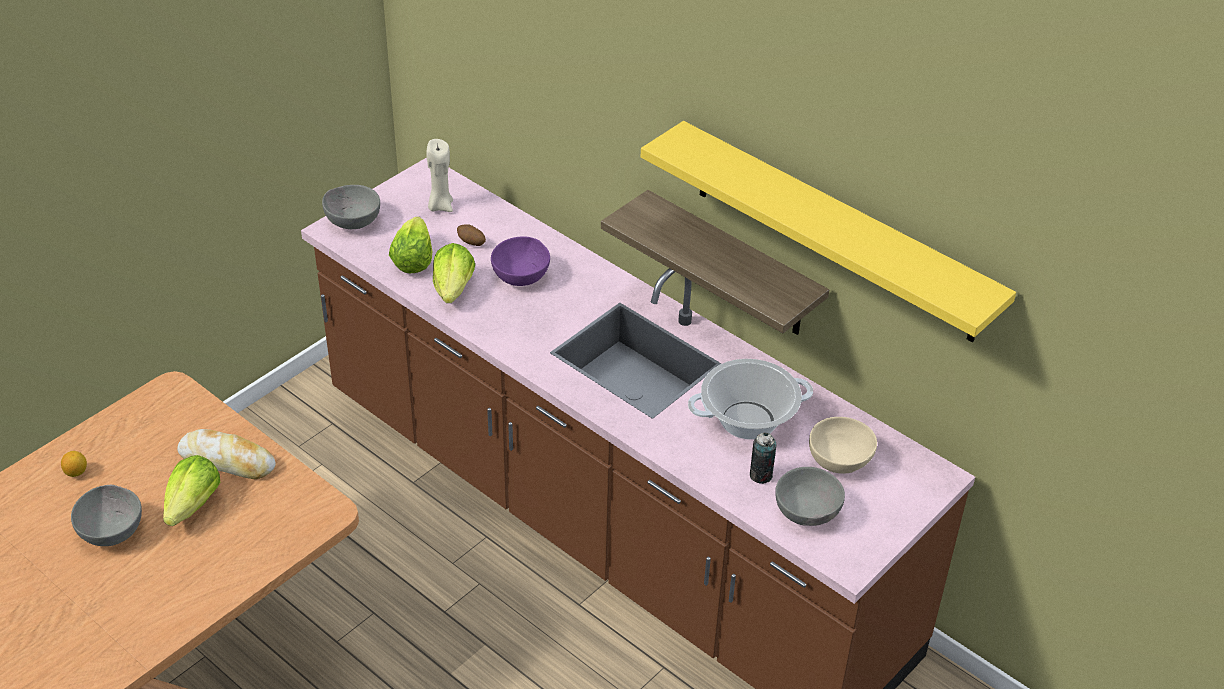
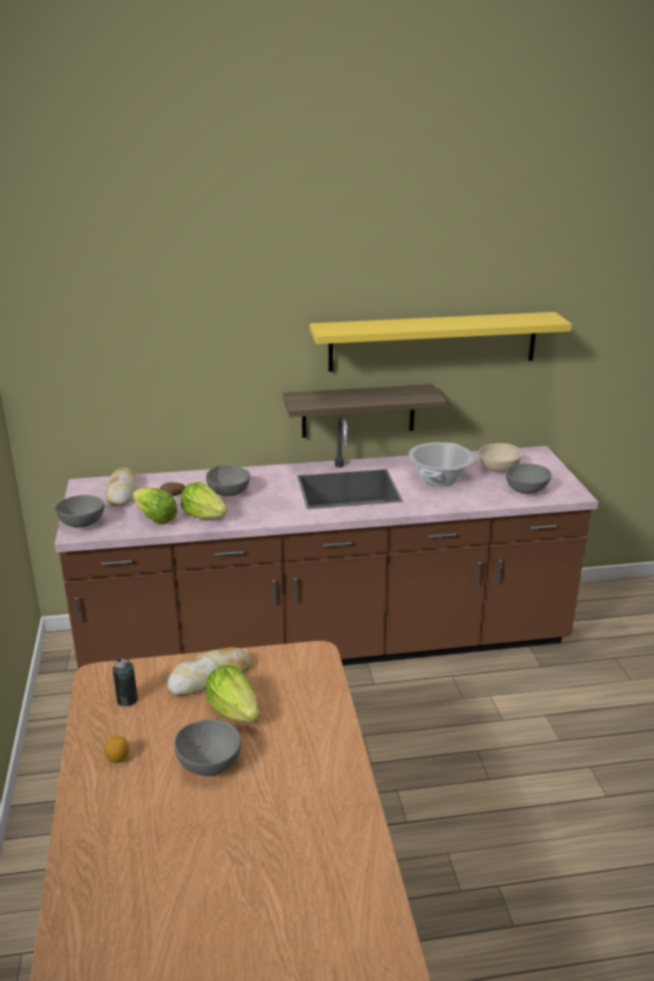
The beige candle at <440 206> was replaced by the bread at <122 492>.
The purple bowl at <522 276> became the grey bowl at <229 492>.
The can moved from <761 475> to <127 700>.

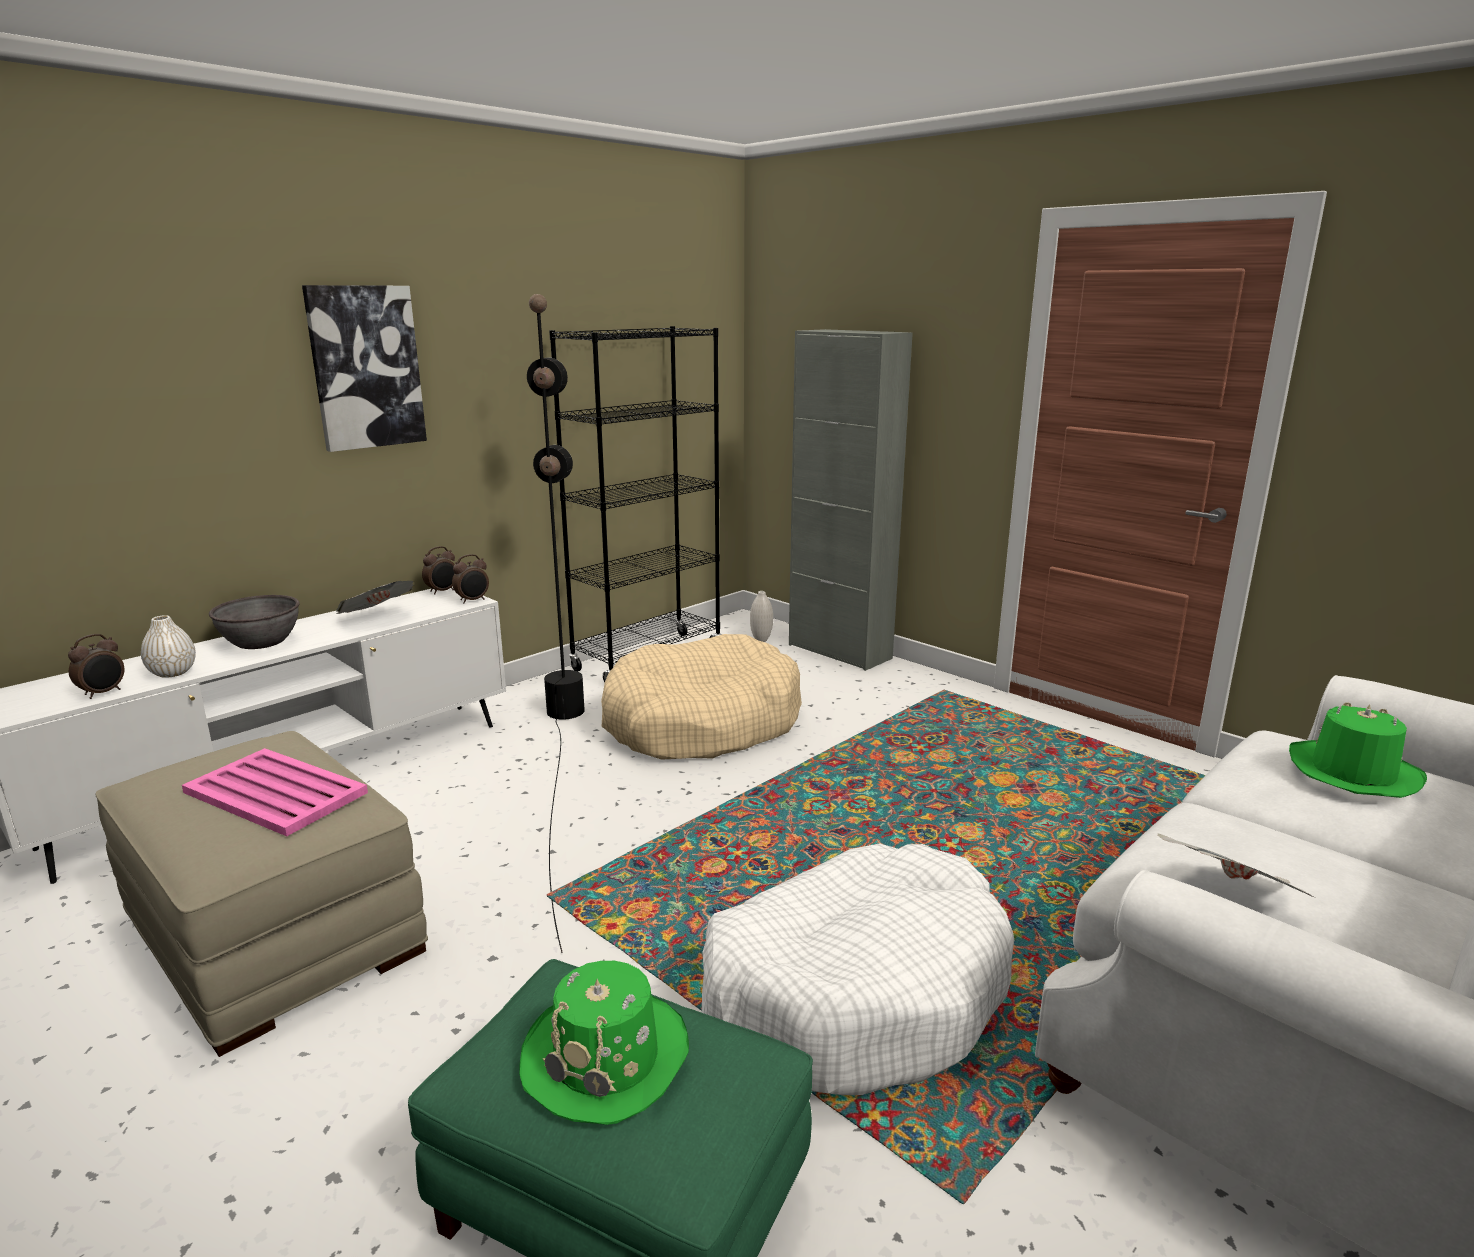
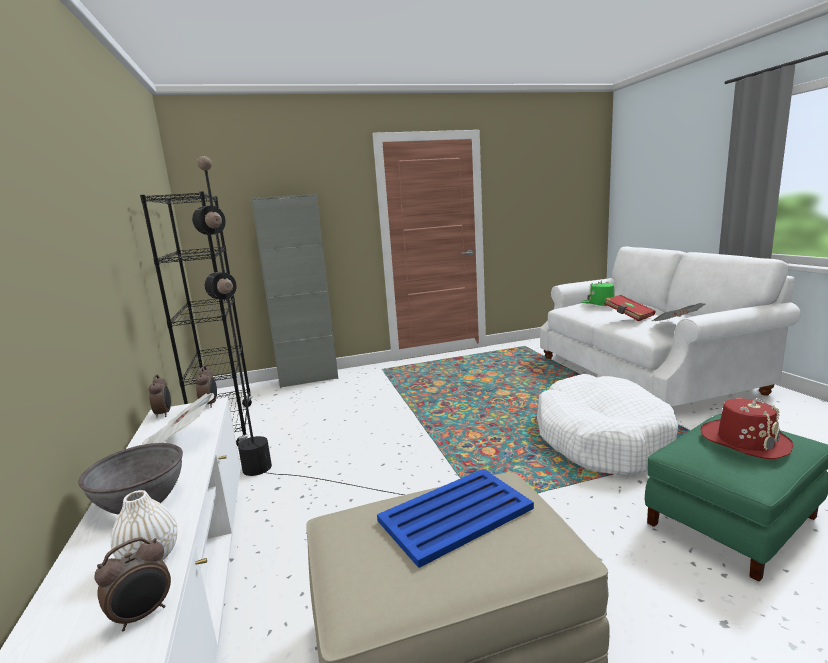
The alarm clock at <103 693> turned 75 degrees clockwise.
The pink tray at <275 792> became the blue tray at <454 515>.
The picture at <365 367> disappeared.
The green hat at <607 1057> became the red hat at <744 440>.
The beige dog bed at <701 723> disappeared.
The white vase at <761 640> disappeared.
The red book at <628 316> appeared.

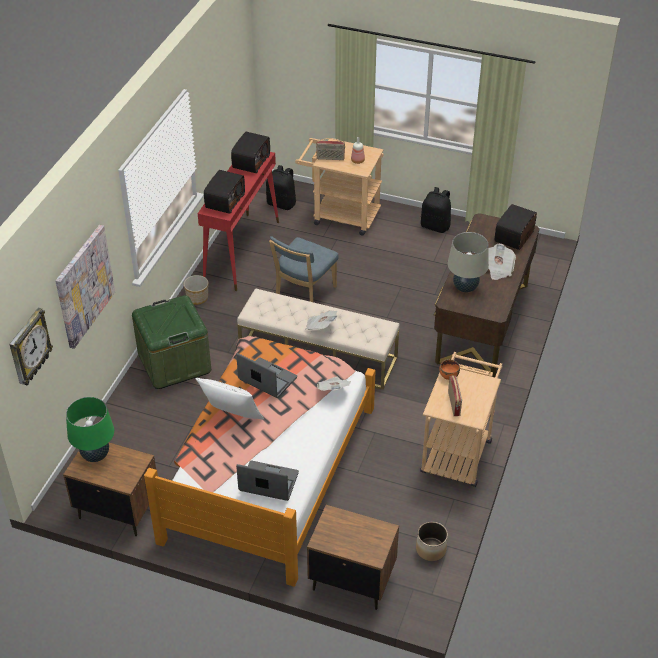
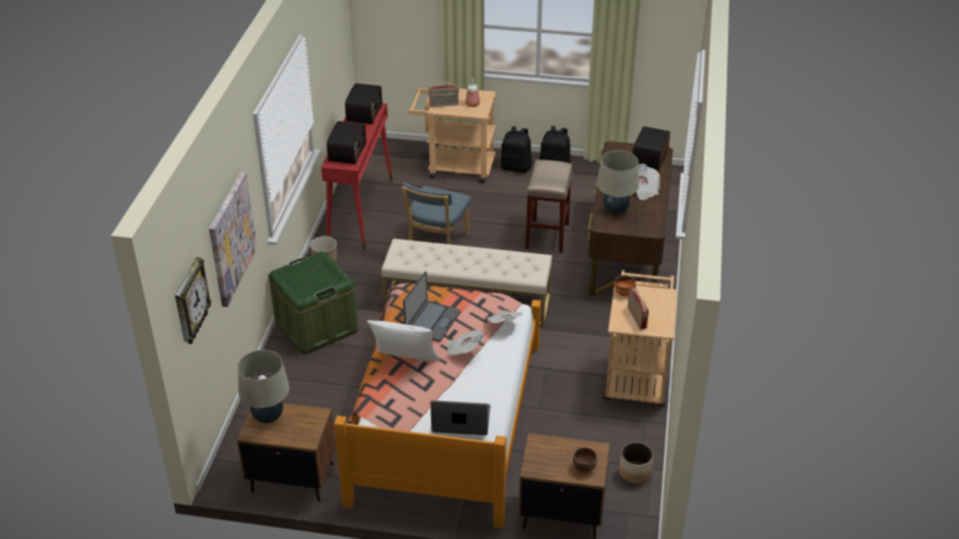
The green table lamp at <95 455> became the beige table lamp at <268 416>.
The laptop at <267 379> turned 90 degrees clockwise.
The black backpack moved from <282 203> to <516 167>.
The newspaper moved from <320 326> to <464 350>.
The beige stool at <547 235> appeared.
The brown bowl at <584 467> appeared.

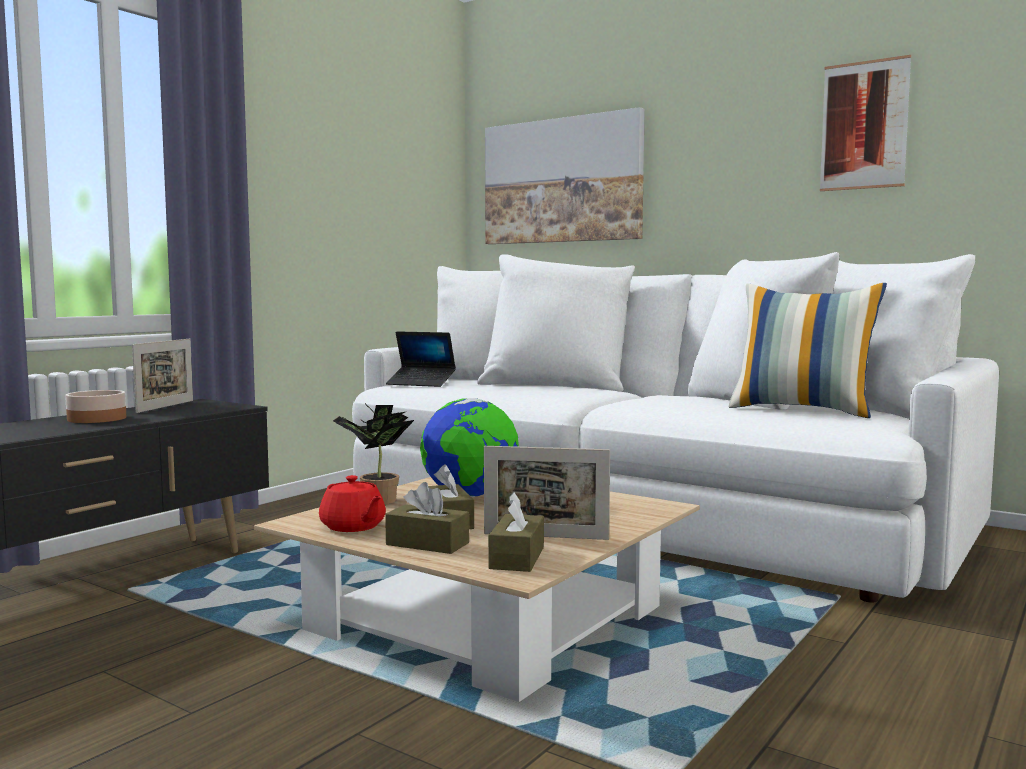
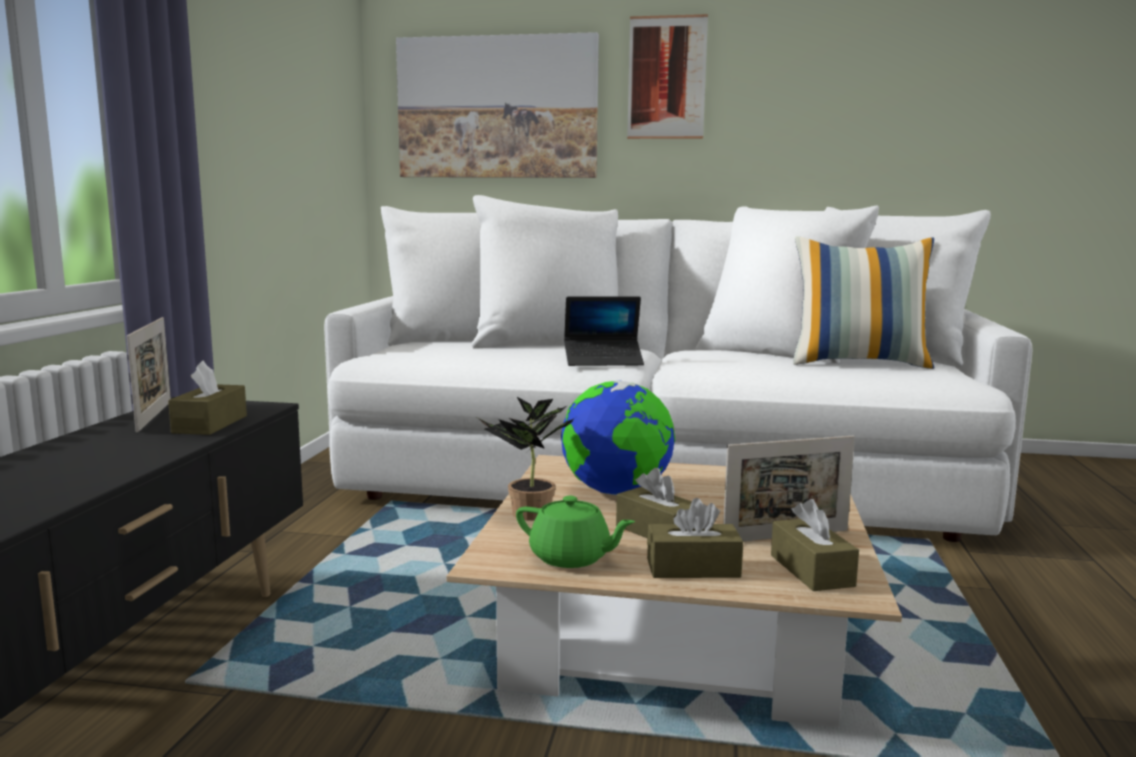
The bowl at <96 419> disappeared.
The red teapot at <353 527> became the green teapot at <571 558>.
The laptop moved from <421 383> to <603 361>.
The picture moved from <864 125> to <666 78>.
The brown tissue box at <210 424> appeared.

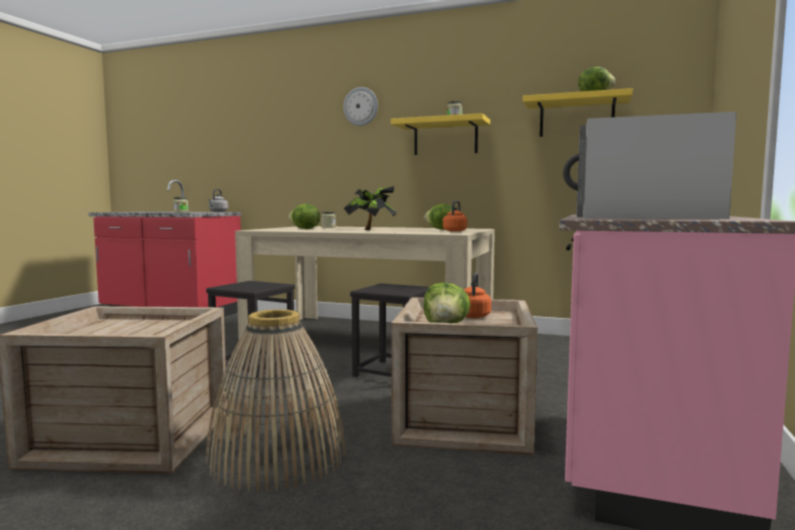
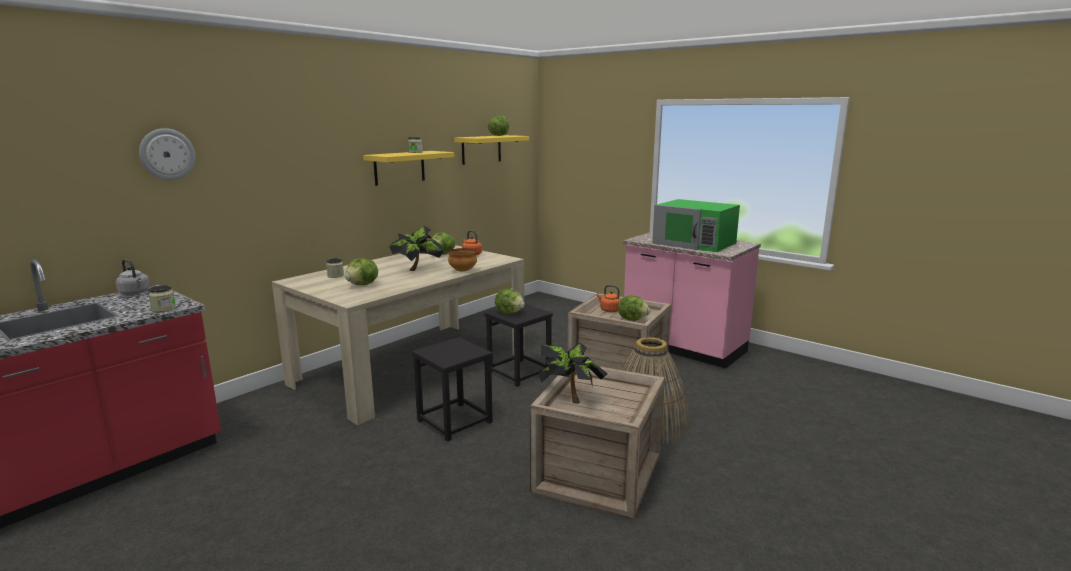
The wall clock moved from <361 106> to <167 154>.
The white microwave at <641 216> became the green microwave at <695 243>.
The bowl at <462 271> appeared.
The lettuce at <510 313> appeared.
The potted plant at <570 398> appeared.

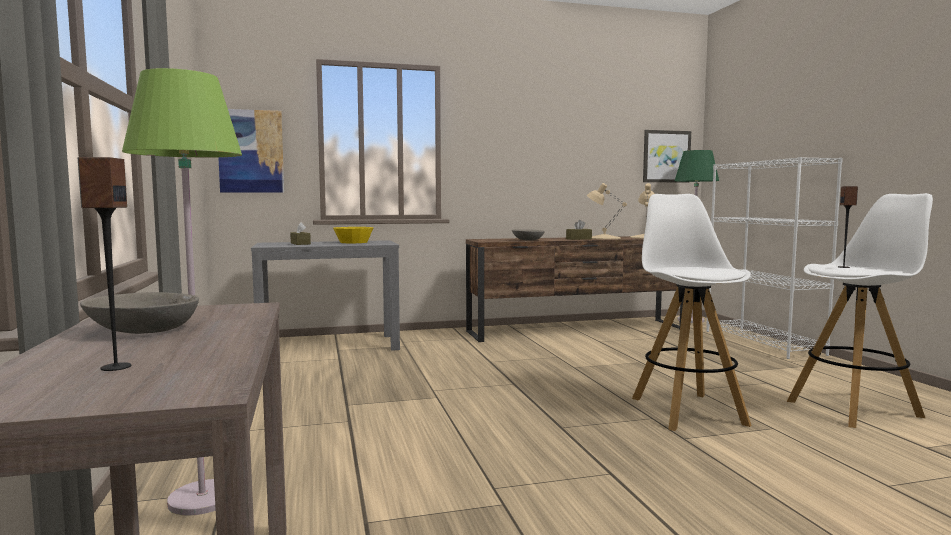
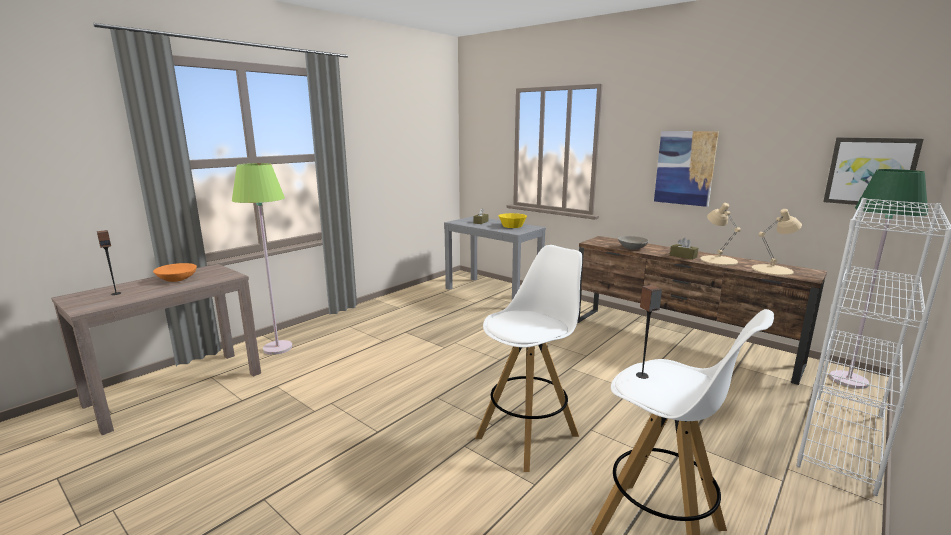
The grey bowl at <143 329> became the orange bowl at <177 279>.
The picture moved from <251 151> to <685 168>.

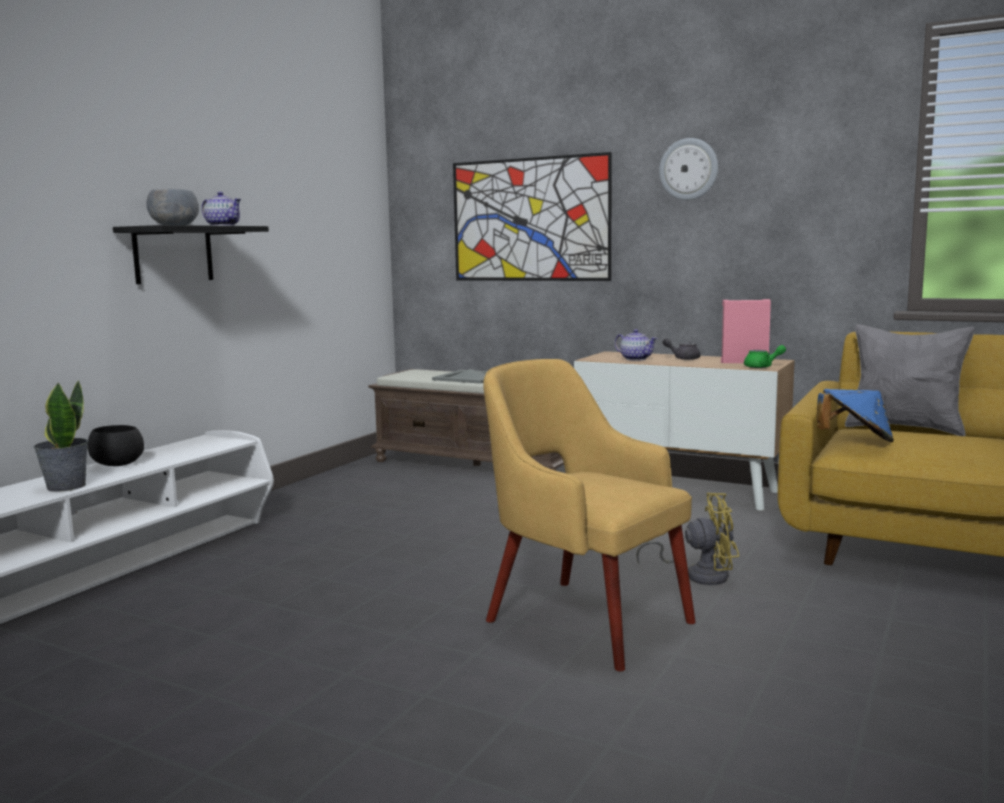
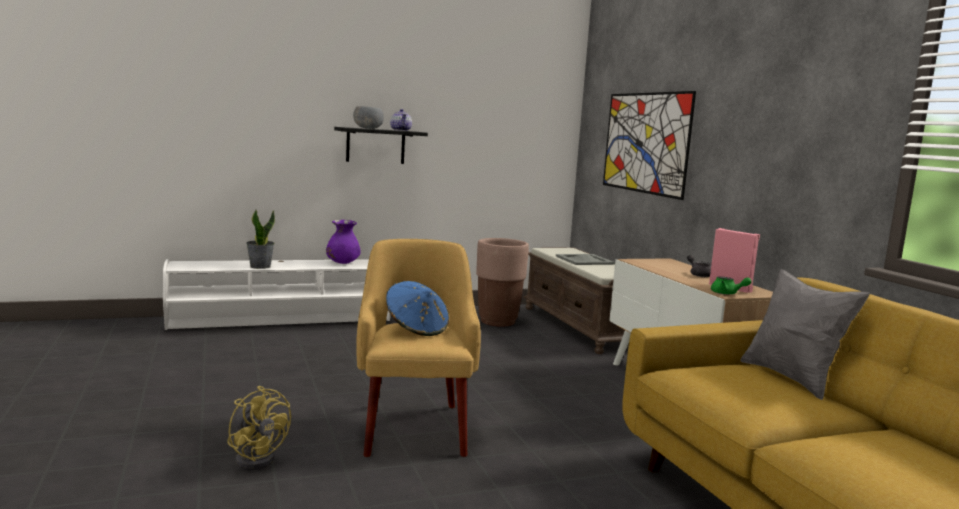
The black bowl at <118 464> disappeared.
The teapot at <635 359> disappeared.
The yellow fan moved from <699 575> to <257 458>.
The wall clock at <688 169> disappeared.
The blue hat moved from <855 441> to <416 329>.
The purple vase at <342 263> appeared.
The brown planter at <497 321> appeared.

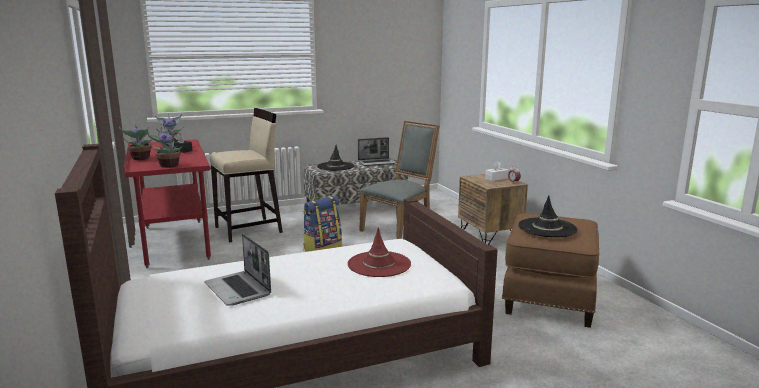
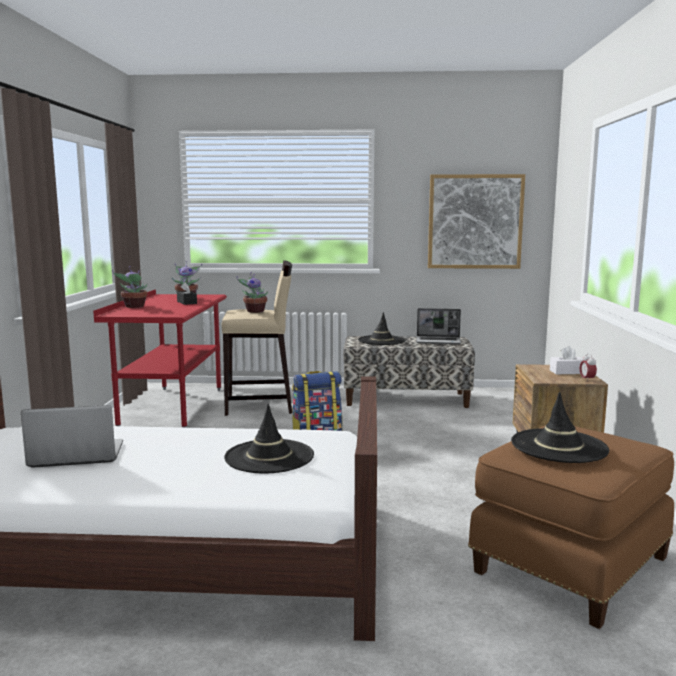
The potted plant moved from <168 165> to <254 311>.
The laptop at <239 289> turned 90 degrees clockwise.
The red hat at <379 264> became the black hat at <269 456>.
The grey chair at <399 229> disappeared.
The picture at <475 222> appeared.

